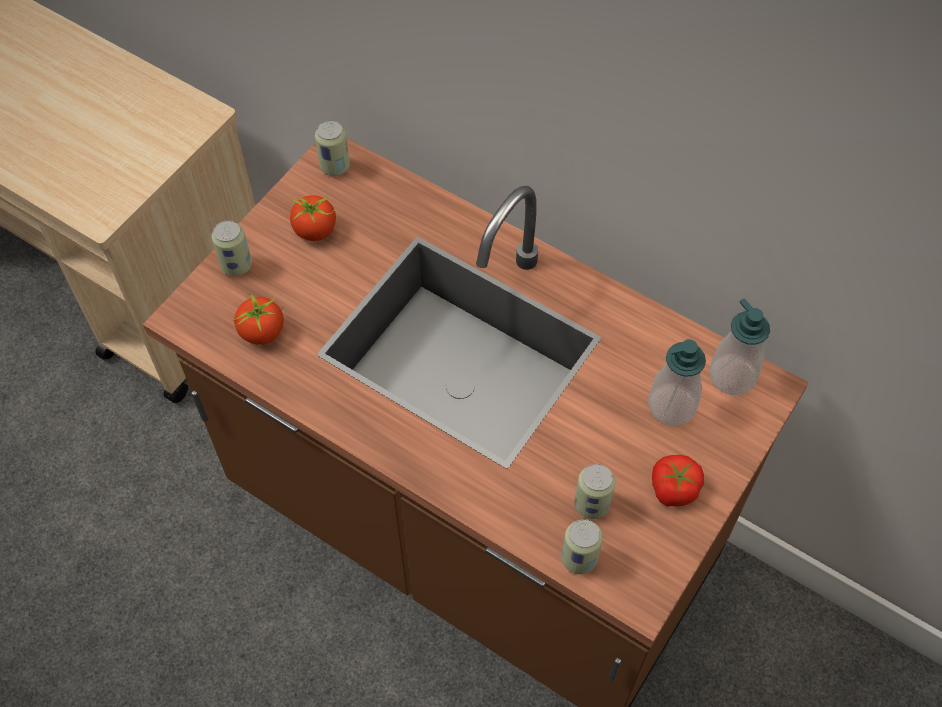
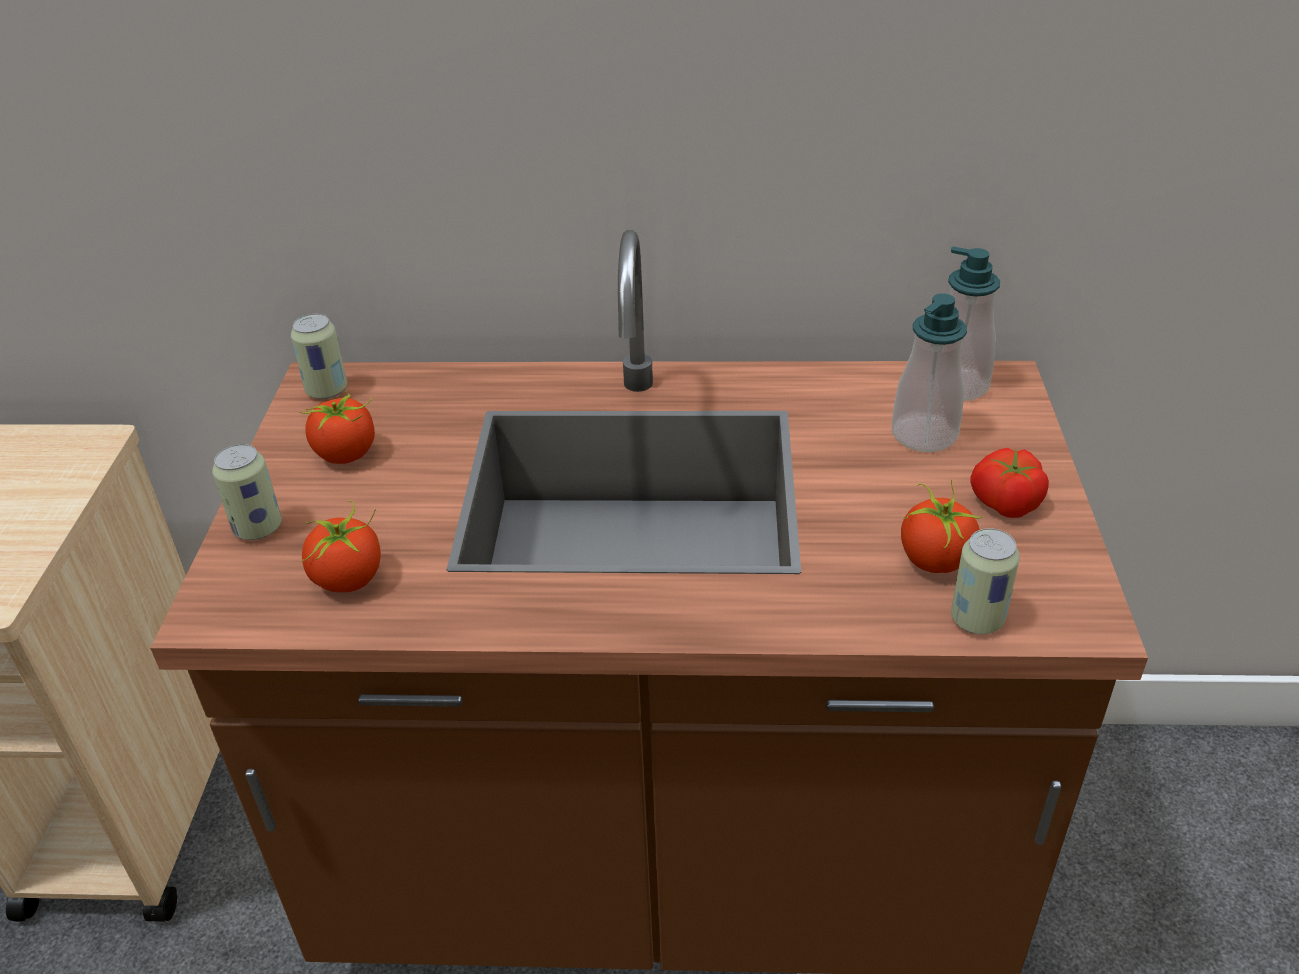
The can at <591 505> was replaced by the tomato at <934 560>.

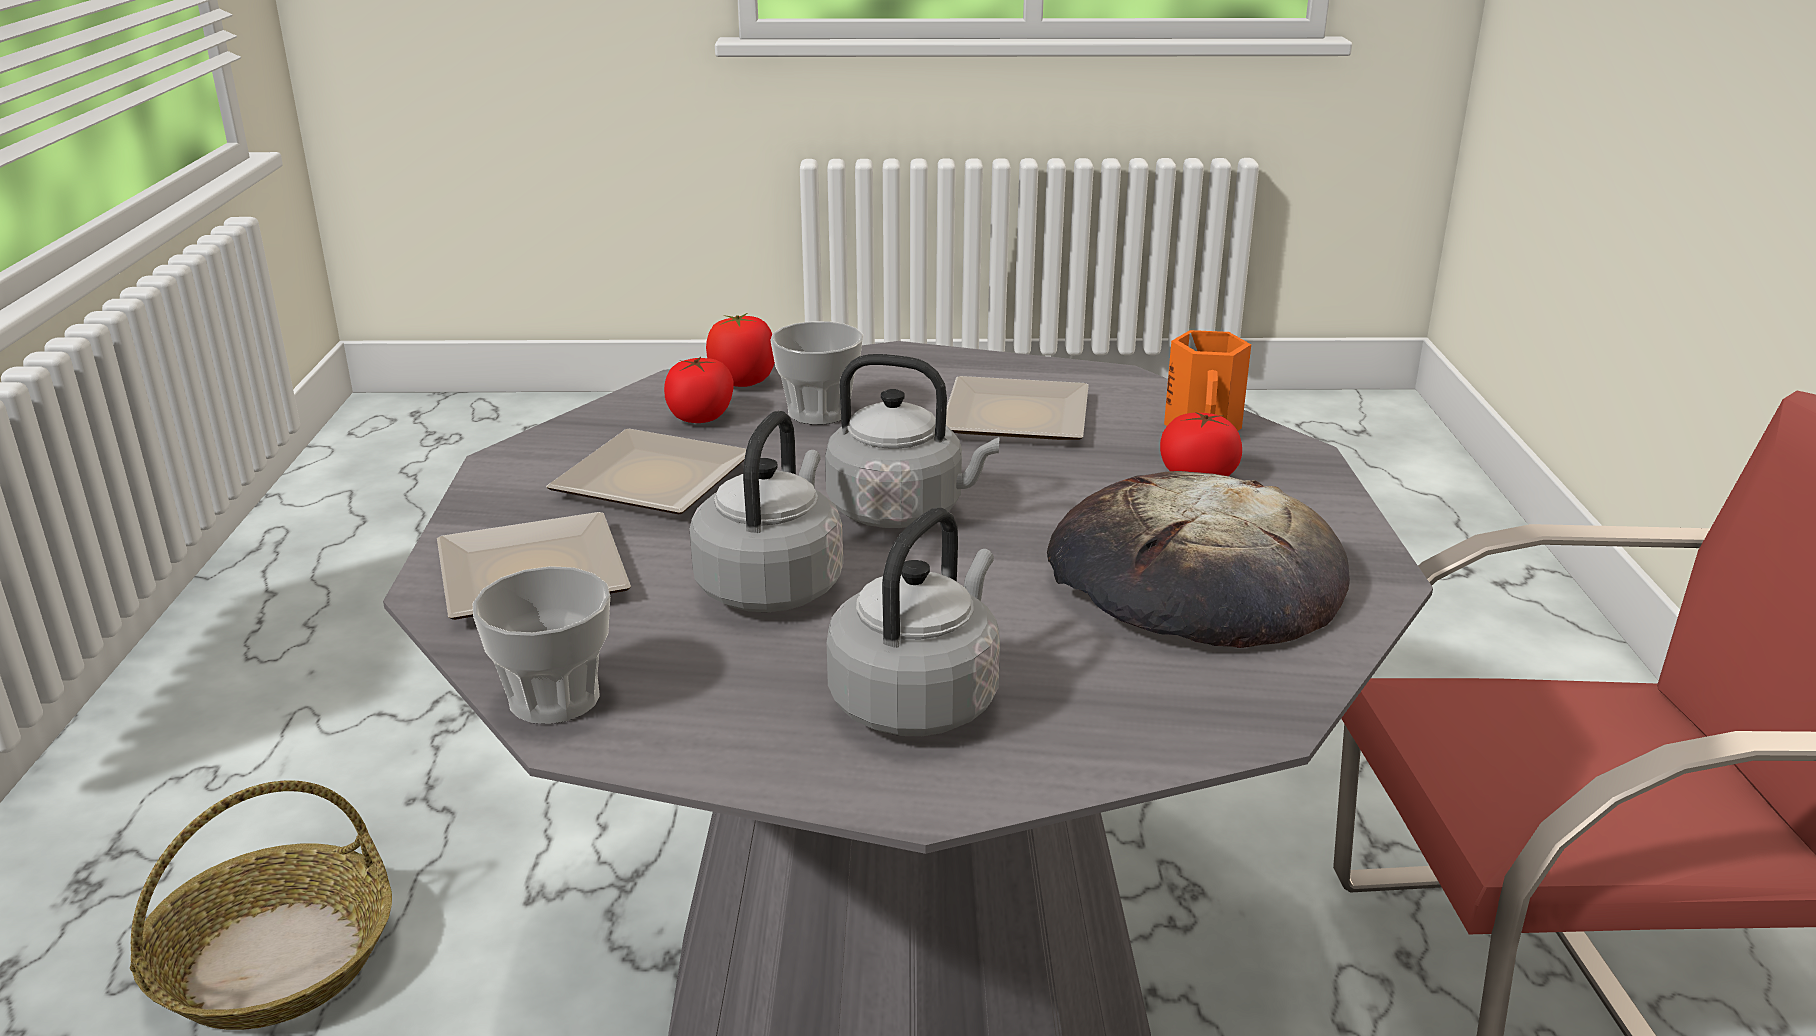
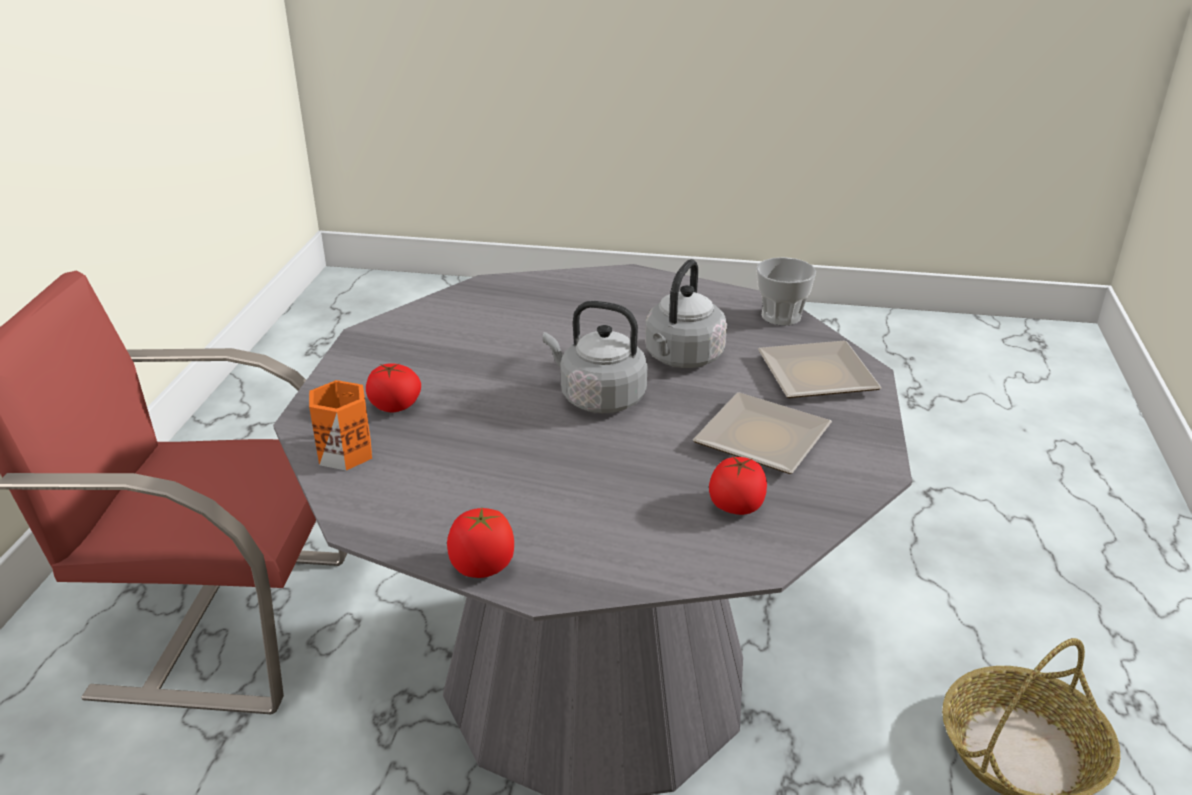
The tomato moved from <743 382> to <482 567>.
The cup at <819 412> disappeared.
The grey kettle at <919 700> disappeared.
The plate at <1020 420> disappeared.
The bread at <1193 578> disappeared.

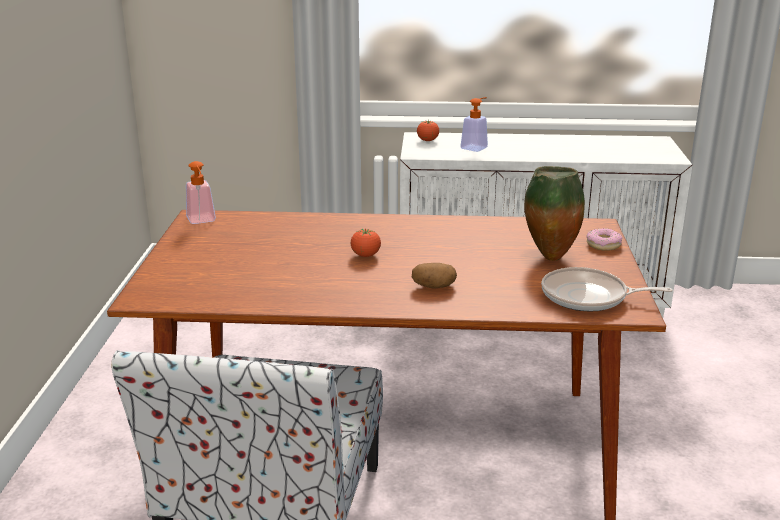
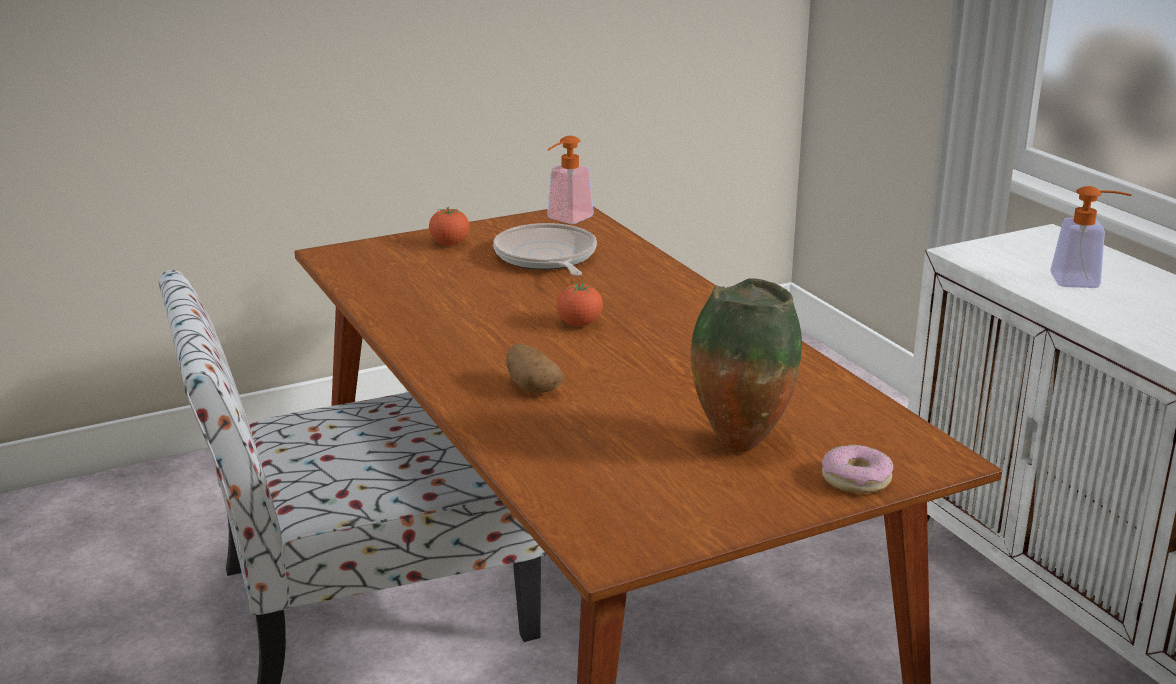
The tomato moved from <427 140> to <450 244>.
The frying pan moved from <588 297> to <546 258>.

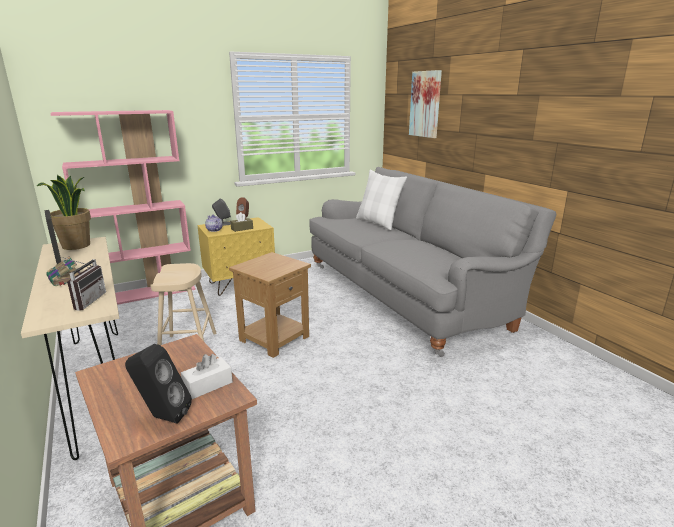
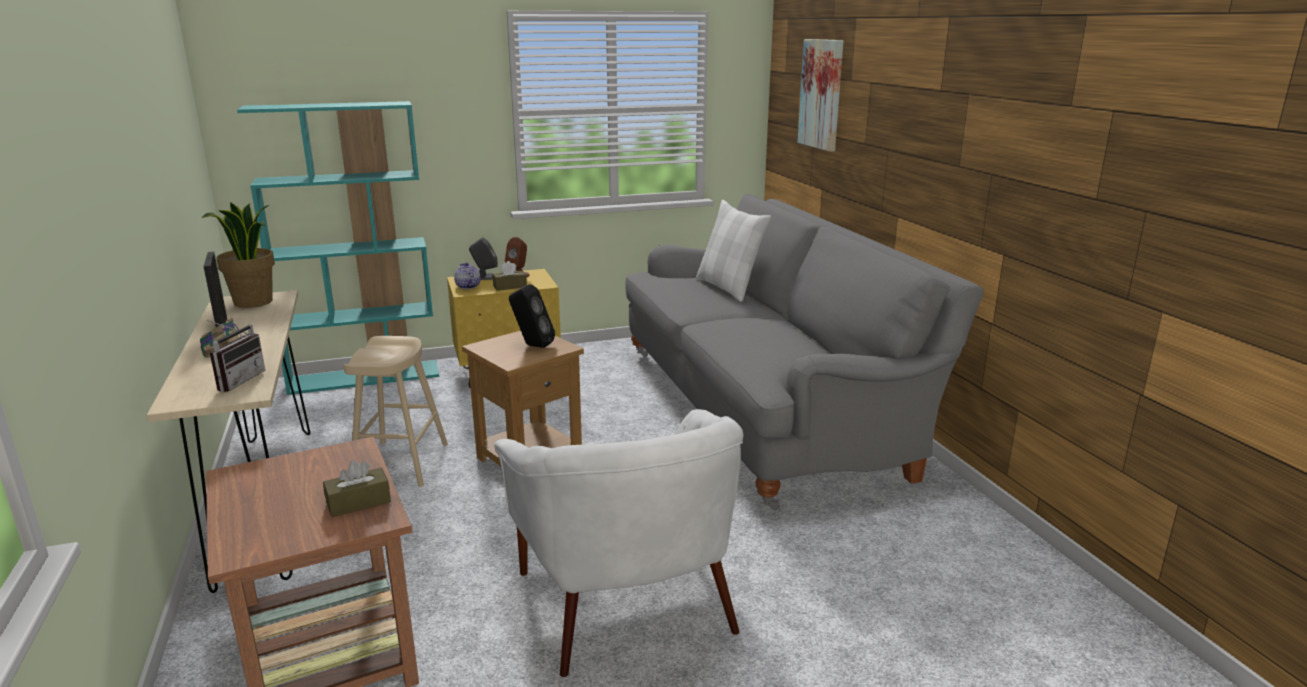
The pink bookcase at <145 293> became the turquoise bookcase at <365 377>.
The black speaker moved from <162 417> to <532 345>.
The white tissue box at <208 385> became the brown tissue box at <358 502>.
The white armchair at <628 602> appeared.

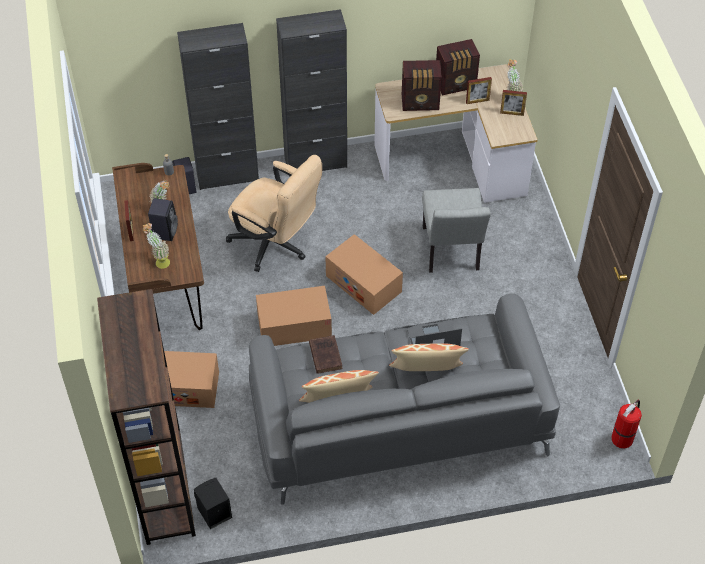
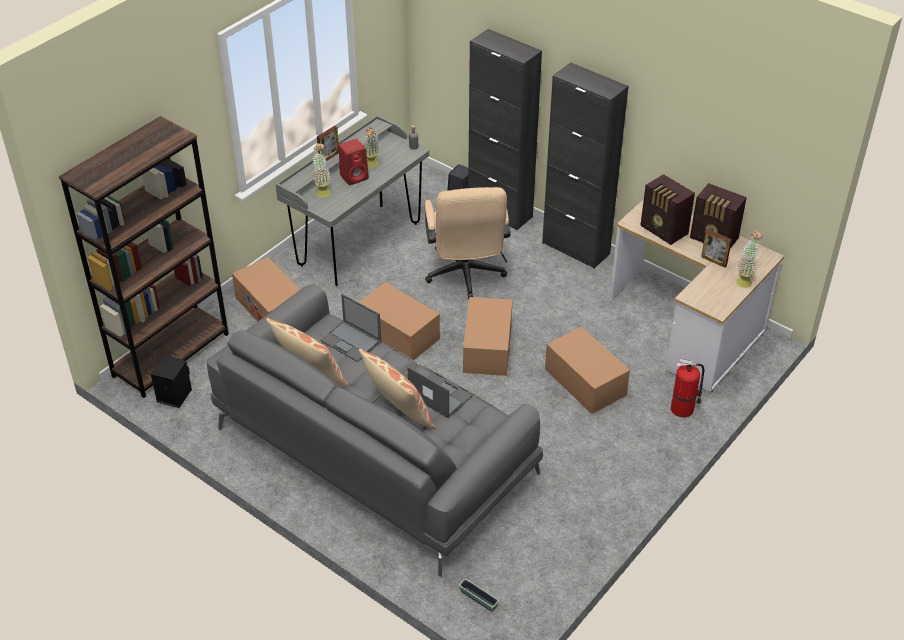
The brown desk at <167 284> became the grey desk at <359 244>.
The black speaker at <165 230> became the red speaker at <355 176>.
The brown book at <325 355> was replaced by the laptop at <351 341>.
The grey chair at <451 253> was replaced by the cardboard box at <585 382>.
The picture frame at <512 113> disappeared.
The fire extinguisher moved from <623 438> to <683 409>.
The planter at <478 599> appeared.

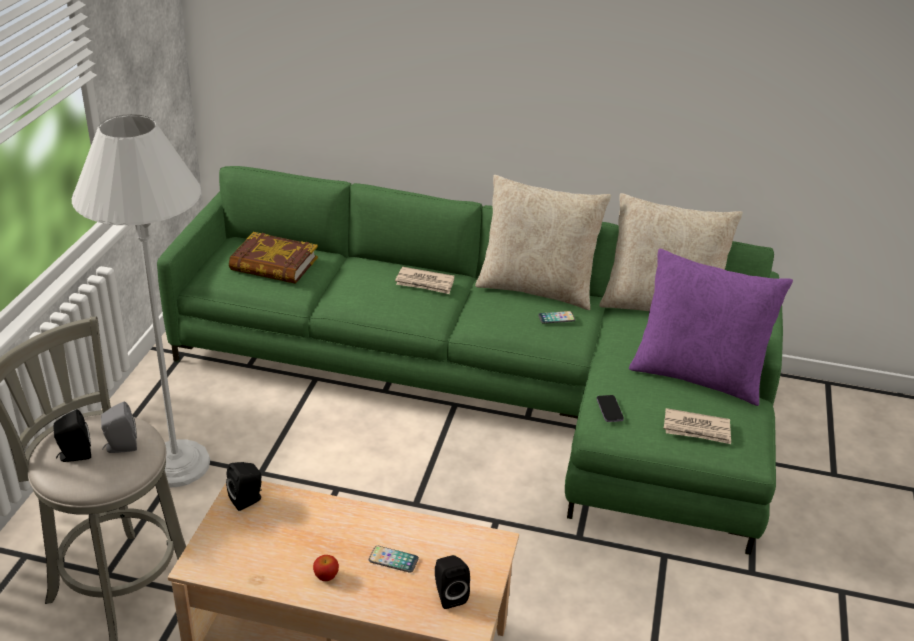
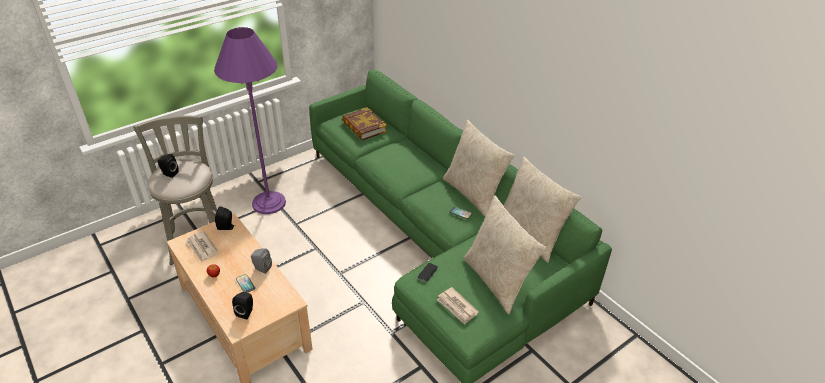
The white floor lamp at <176 464> became the purple floor lamp at <269 203>.
The grey speaker moved from <120 447> to <261 268>.
The newspaper moved from <425 283> to <202 247>.
The purple pillow at <697 375> became the beige pillow at <497 280>.

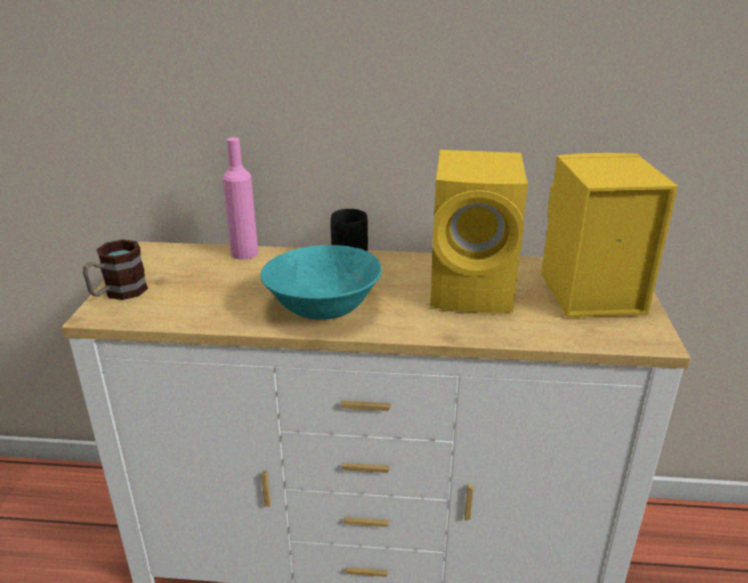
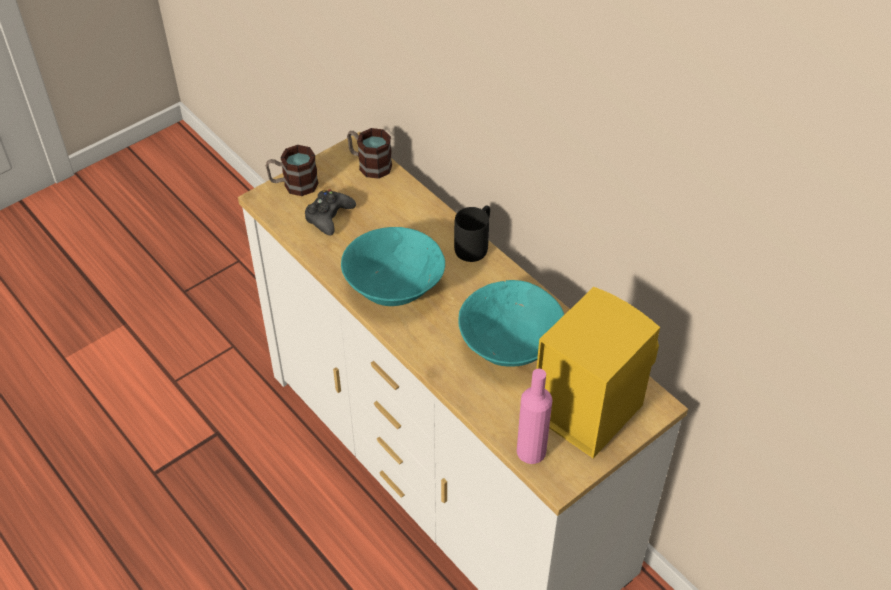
The pink bottle moved from <244 253> to <531 451>.
The yellow speaker at <475 290> was replaced by the turquoise bowl at <511 344>.
The black game controller at <329 216> appeared.
The mug at <369 164> appeared.

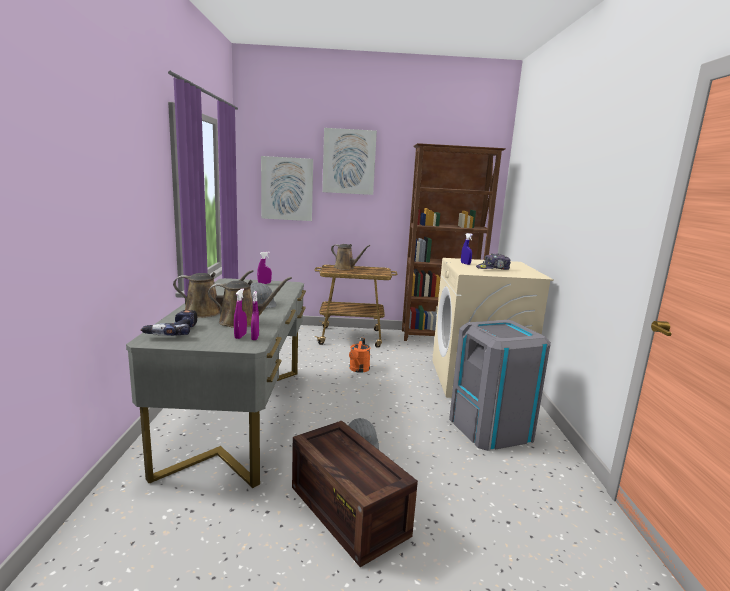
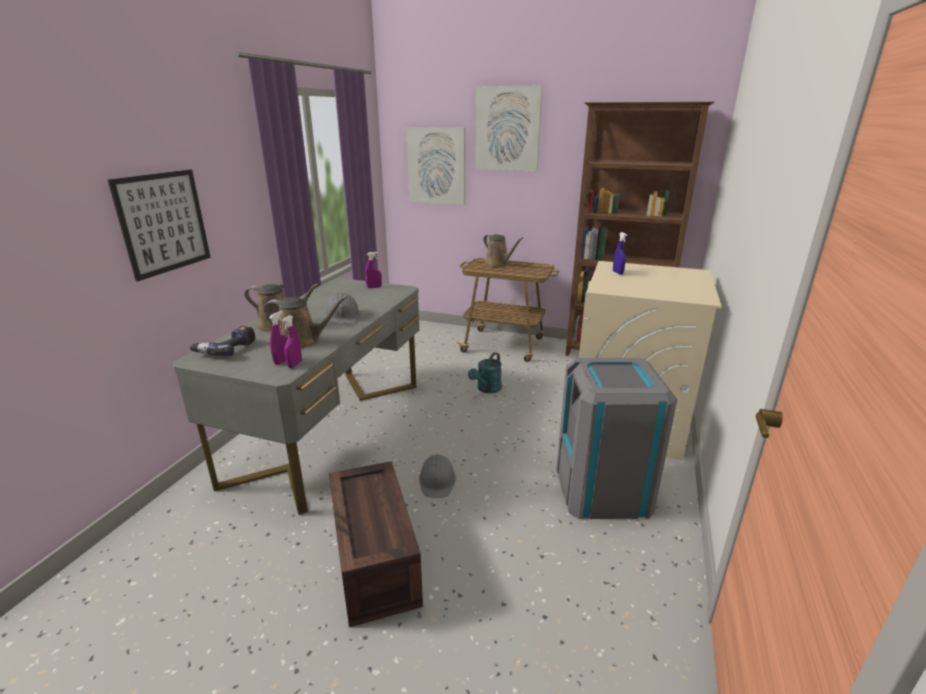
The orange watering can at <358 370> became the turquoise watering can at <487 389>.
The cap at <493 269> disappeared.
The picture at <164 223> appeared.

